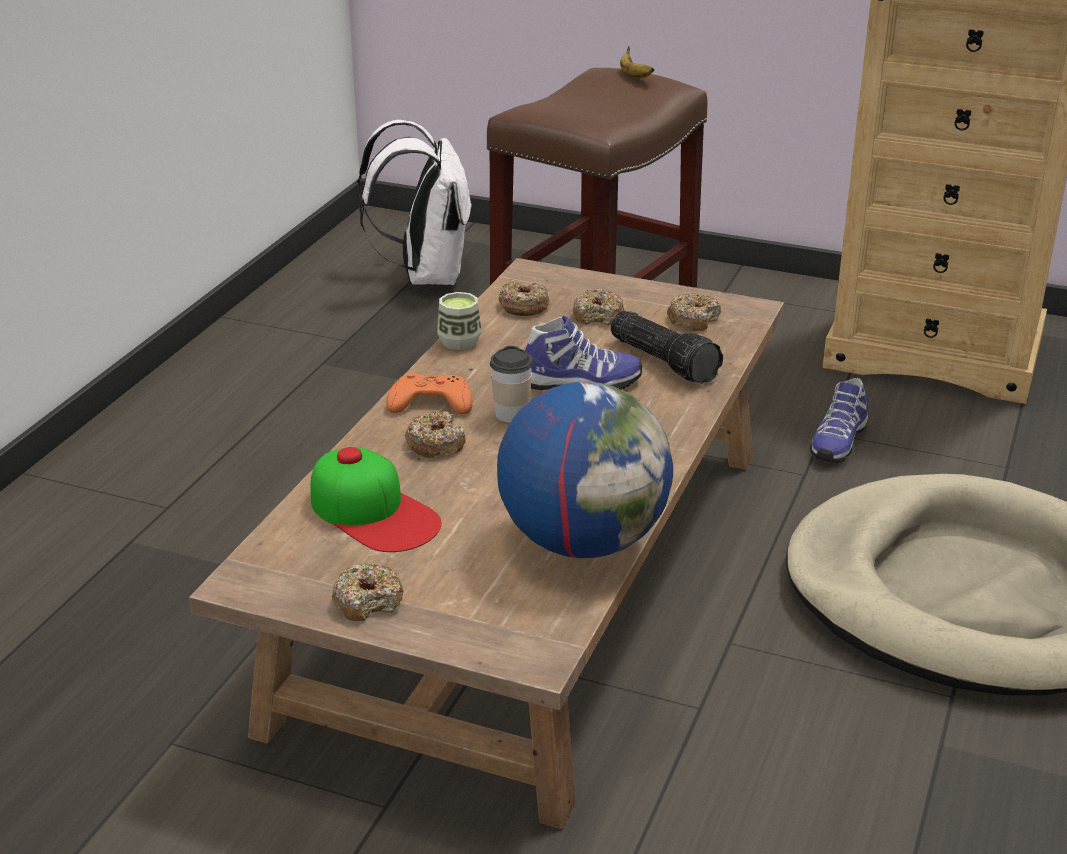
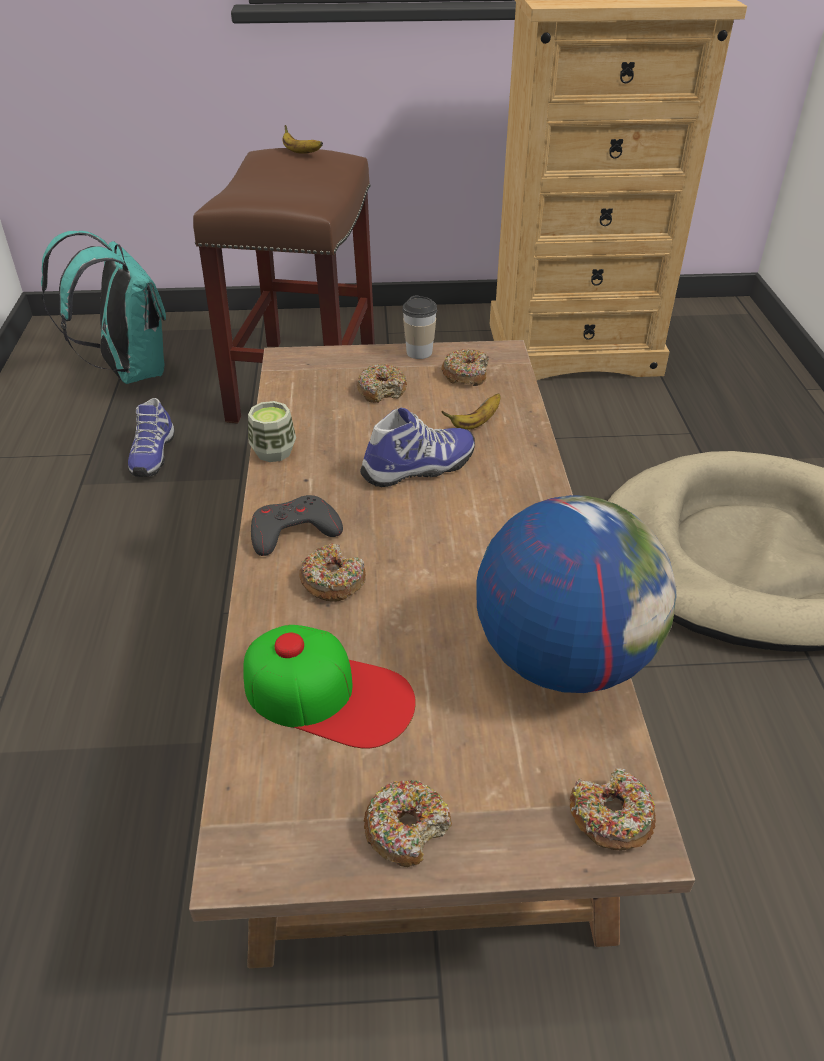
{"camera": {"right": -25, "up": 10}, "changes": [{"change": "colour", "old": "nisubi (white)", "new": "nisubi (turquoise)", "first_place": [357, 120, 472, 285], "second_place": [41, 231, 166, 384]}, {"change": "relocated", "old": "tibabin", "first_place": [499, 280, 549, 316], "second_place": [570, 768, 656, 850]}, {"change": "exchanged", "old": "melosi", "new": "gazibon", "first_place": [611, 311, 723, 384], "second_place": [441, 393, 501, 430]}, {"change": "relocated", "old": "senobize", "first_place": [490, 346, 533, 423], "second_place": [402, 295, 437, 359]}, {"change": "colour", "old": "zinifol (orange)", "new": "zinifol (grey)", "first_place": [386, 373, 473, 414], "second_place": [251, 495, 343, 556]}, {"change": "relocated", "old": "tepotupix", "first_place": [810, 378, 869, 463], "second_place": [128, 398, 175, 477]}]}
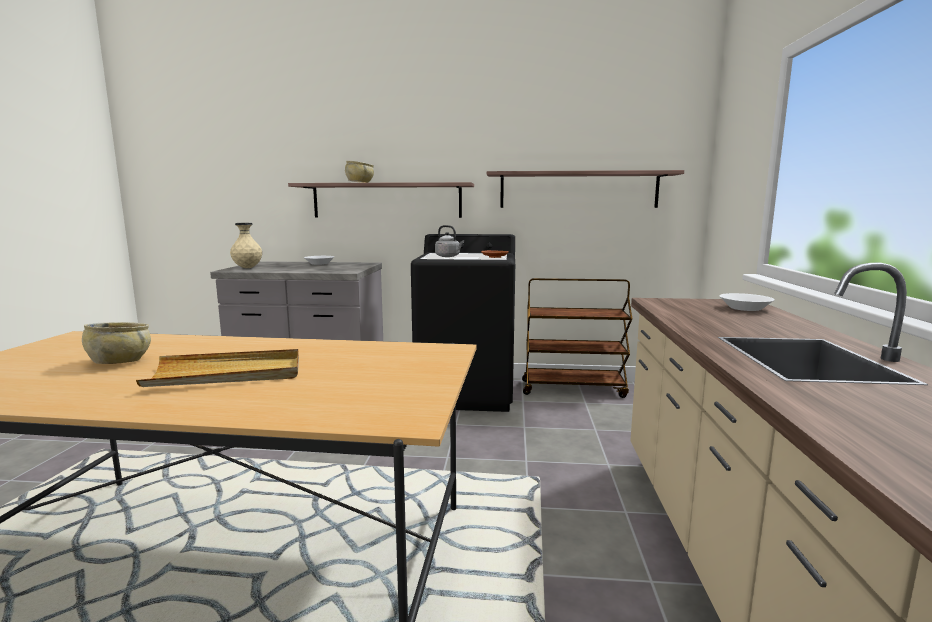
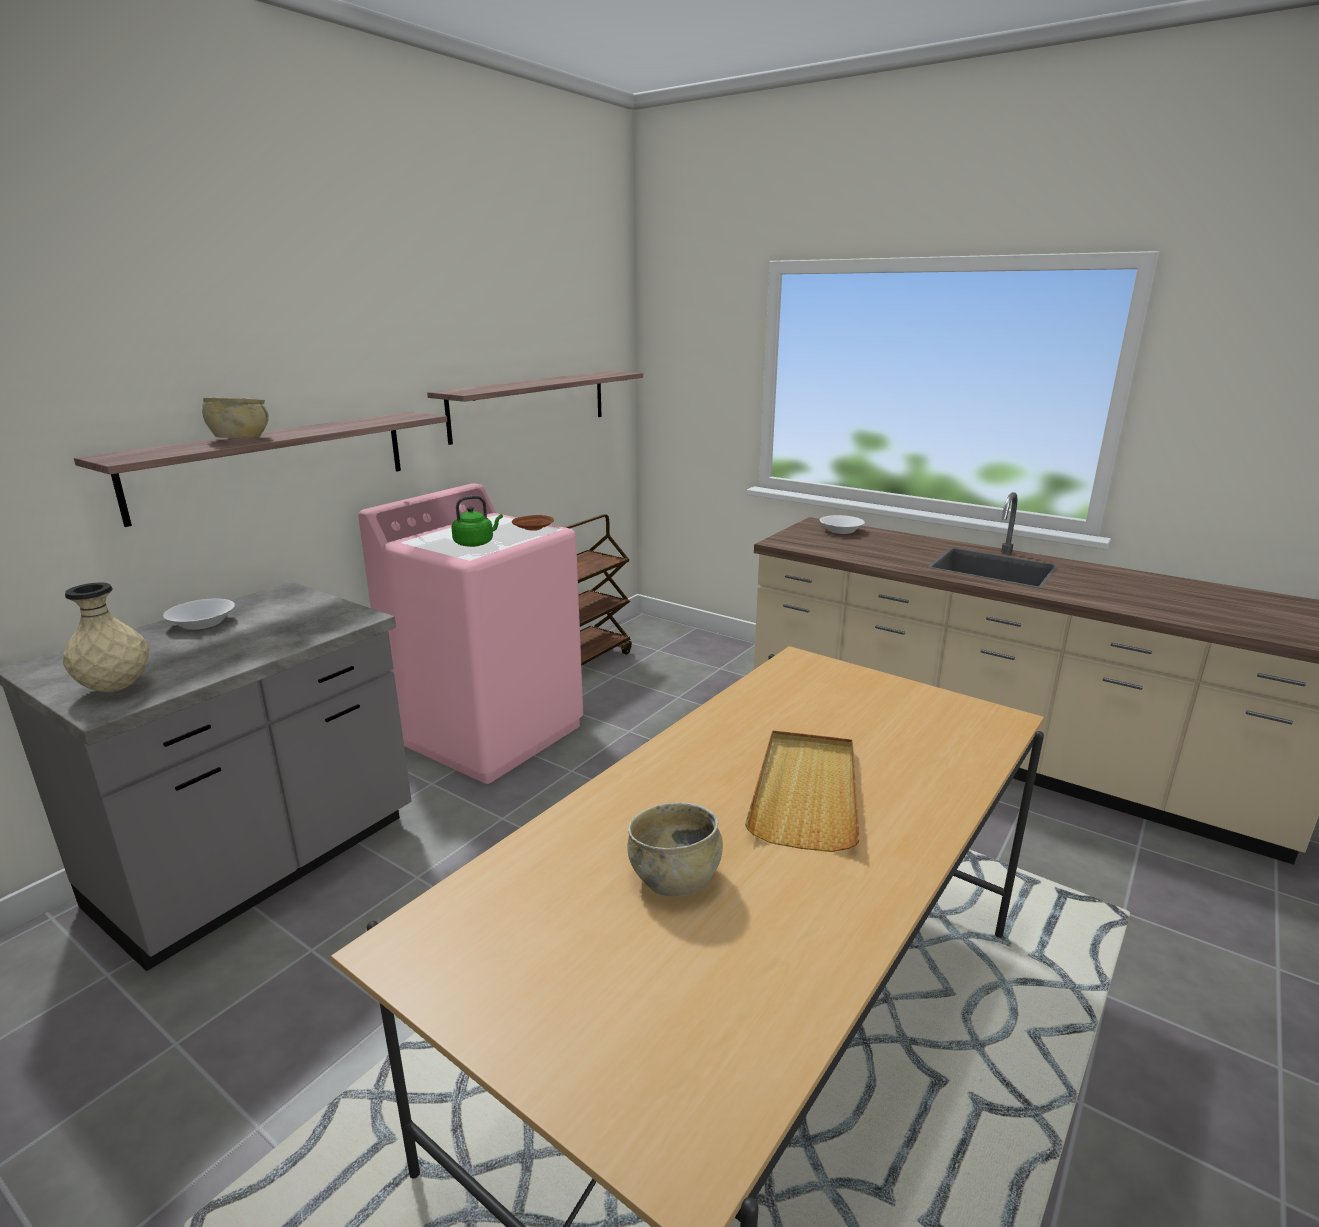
{"camera": {"right": -60, "up": 10}, "changes": [{"change": "colour", "old": "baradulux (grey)", "new": "baradulux (green)", "first_place": [435, 225, 464, 257], "second_place": [451, 496, 503, 547]}, {"change": "colour", "old": "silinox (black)", "new": "silinox (pink)", "first_place": [411, 234, 515, 412], "second_place": [358, 483, 583, 784]}]}
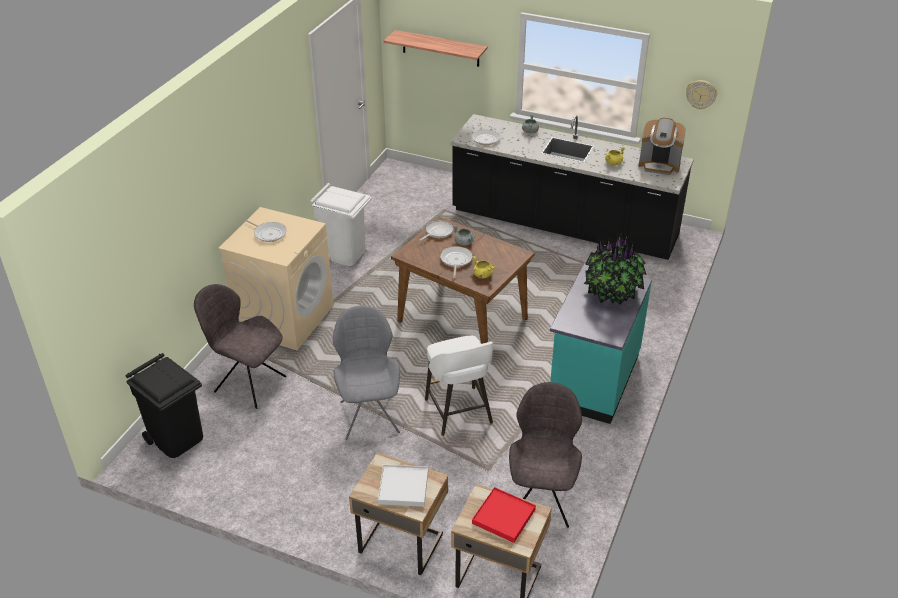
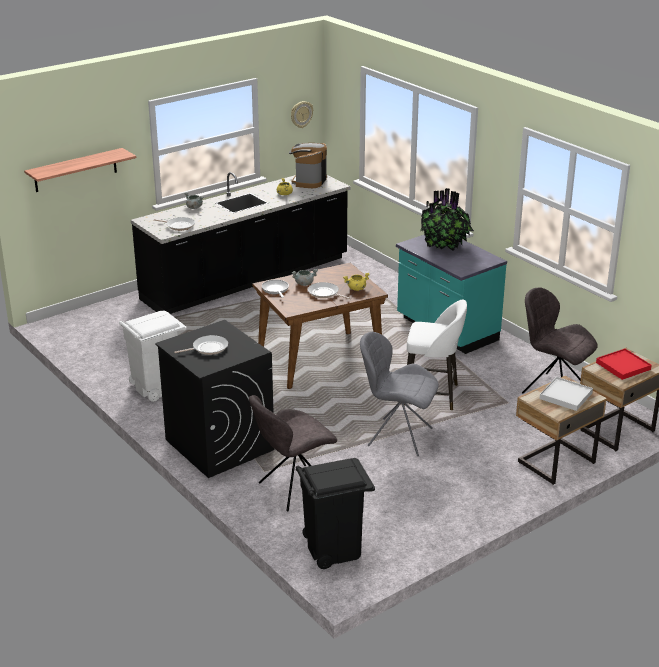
{"camera": {"right": -60, "up": -10}, "changes": [{"change": "spun", "old": "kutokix", "first_place": [638, 118, 685, 175], "second_place": [289, 143, 327, 188], "degrees": 150}, {"change": "colour", "old": "silinox (beige)", "new": "silinox (black)", "first_place": [218, 207, 333, 350], "second_place": [155, 320, 275, 478]}]}
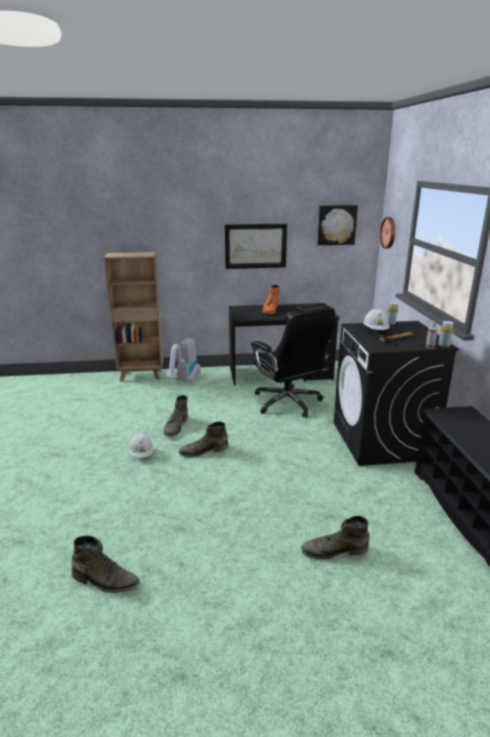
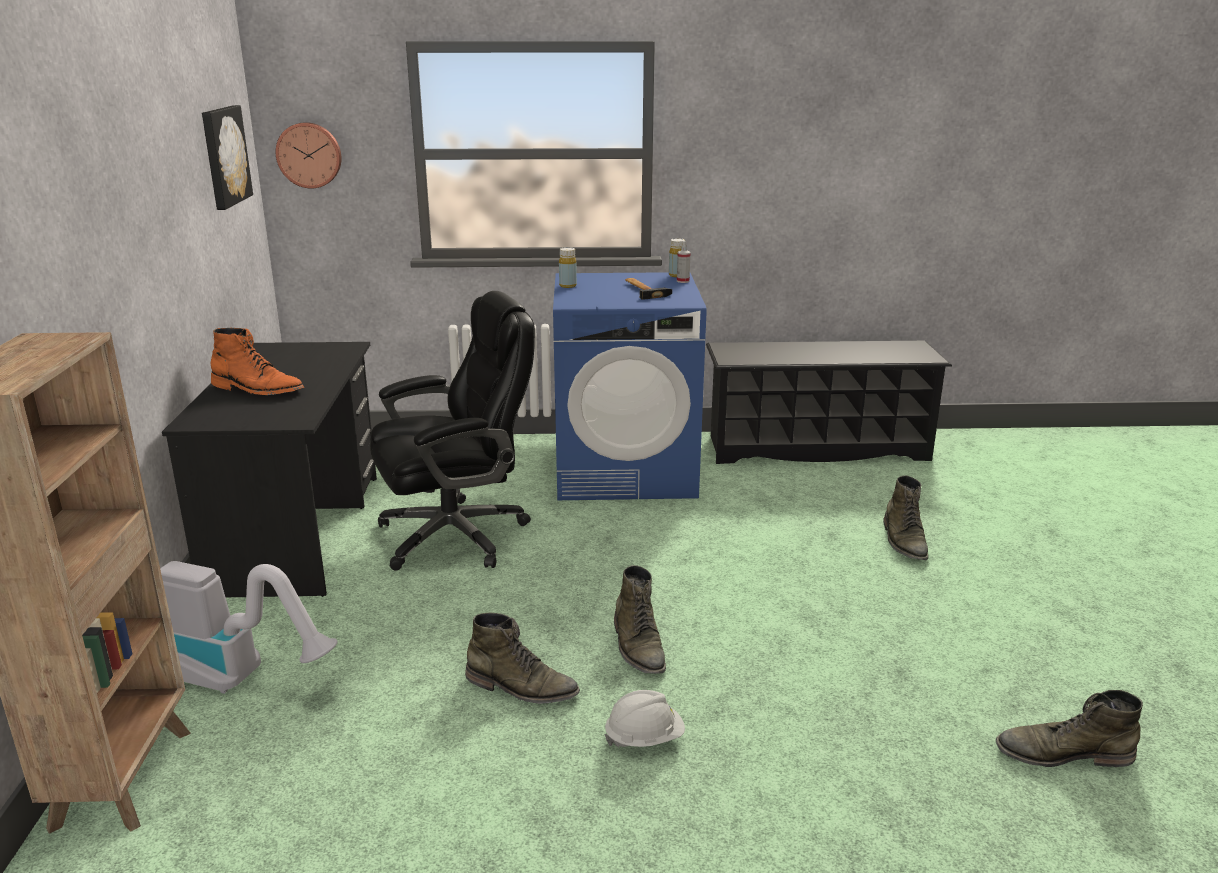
{"camera": {"right": -85, "up": 0}, "changes": [{"change": "missing", "old": "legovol", "first_place": [225, 224, 287, 269]}, {"change": "missing", "old": "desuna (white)", "first_place": [363, 309, 390, 330]}, {"change": "colour", "old": "silinox (black)", "new": "silinox (blue)", "first_place": [334, 321, 459, 466], "second_place": [553, 272, 707, 500]}, {"change": "spun", "old": "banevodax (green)", "first_place": [71, 536, 140, 593], "second_place": [996, 690, 1143, 767], "degrees": -105}]}
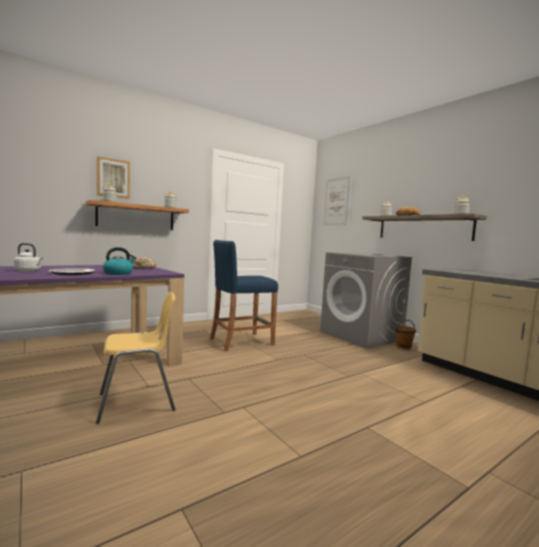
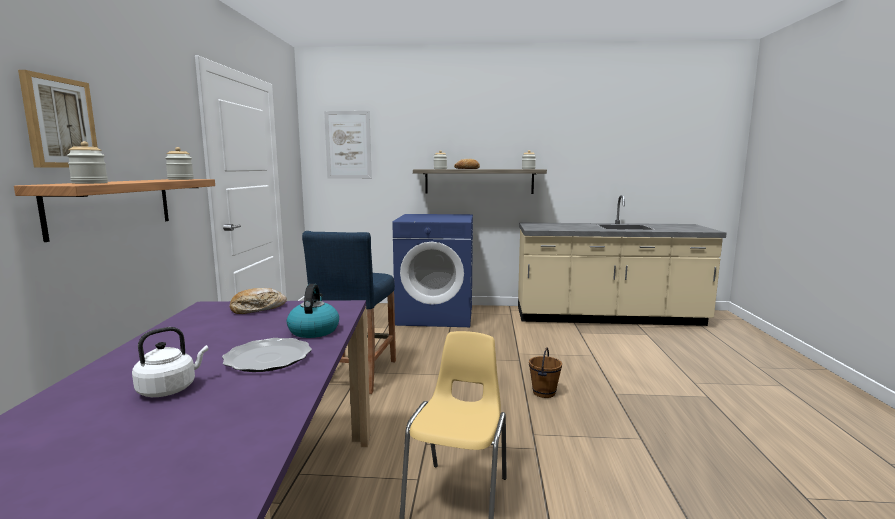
{"camera": {"right": -50, "up": 5}, "changes": [{"change": "colour", "old": "silinox (grey)", "new": "silinox (blue)", "first_place": [320, 252, 413, 349], "second_place": [392, 214, 473, 327]}, {"change": "relocated", "old": "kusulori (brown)", "first_place": [395, 320, 416, 349], "second_place": [529, 347, 562, 398]}]}
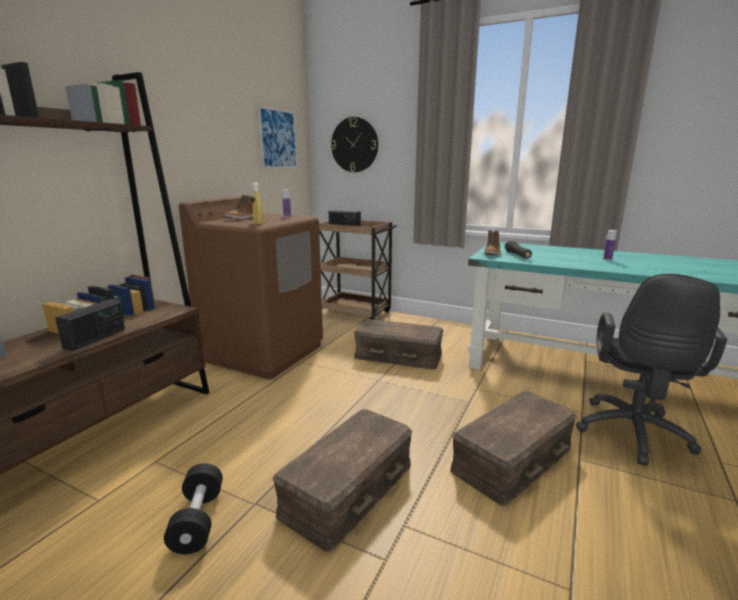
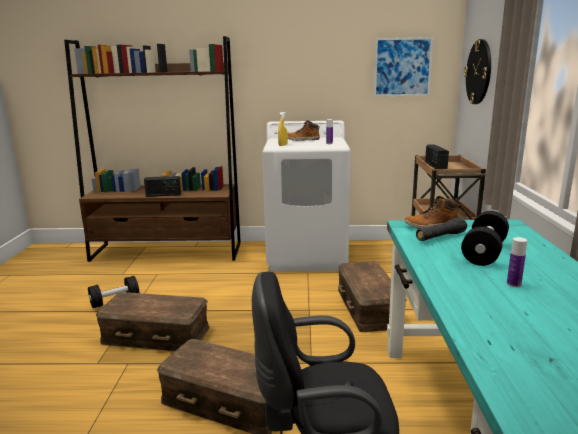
{"camera": {"right": 65, "up": 0}, "changes": [{"change": "colour", "old": "silinox (brown)", "new": "silinox (white)", "first_place": [179, 196, 323, 379], "second_place": [262, 120, 351, 272]}, {"change": "appeared", "new": "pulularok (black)", "second_place": [461, 211, 509, 266]}]}
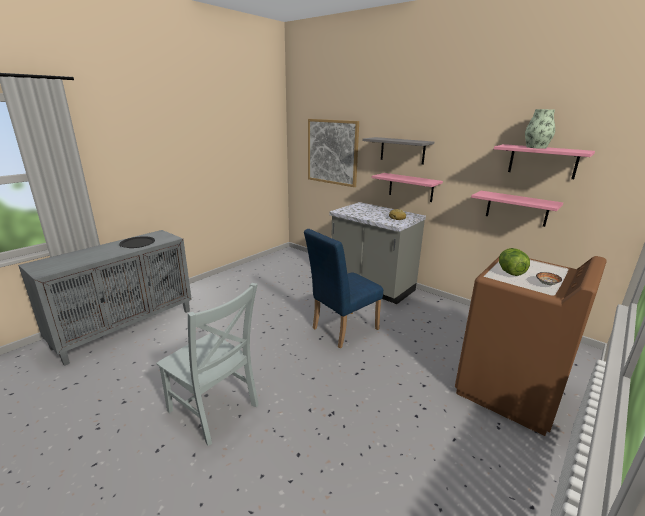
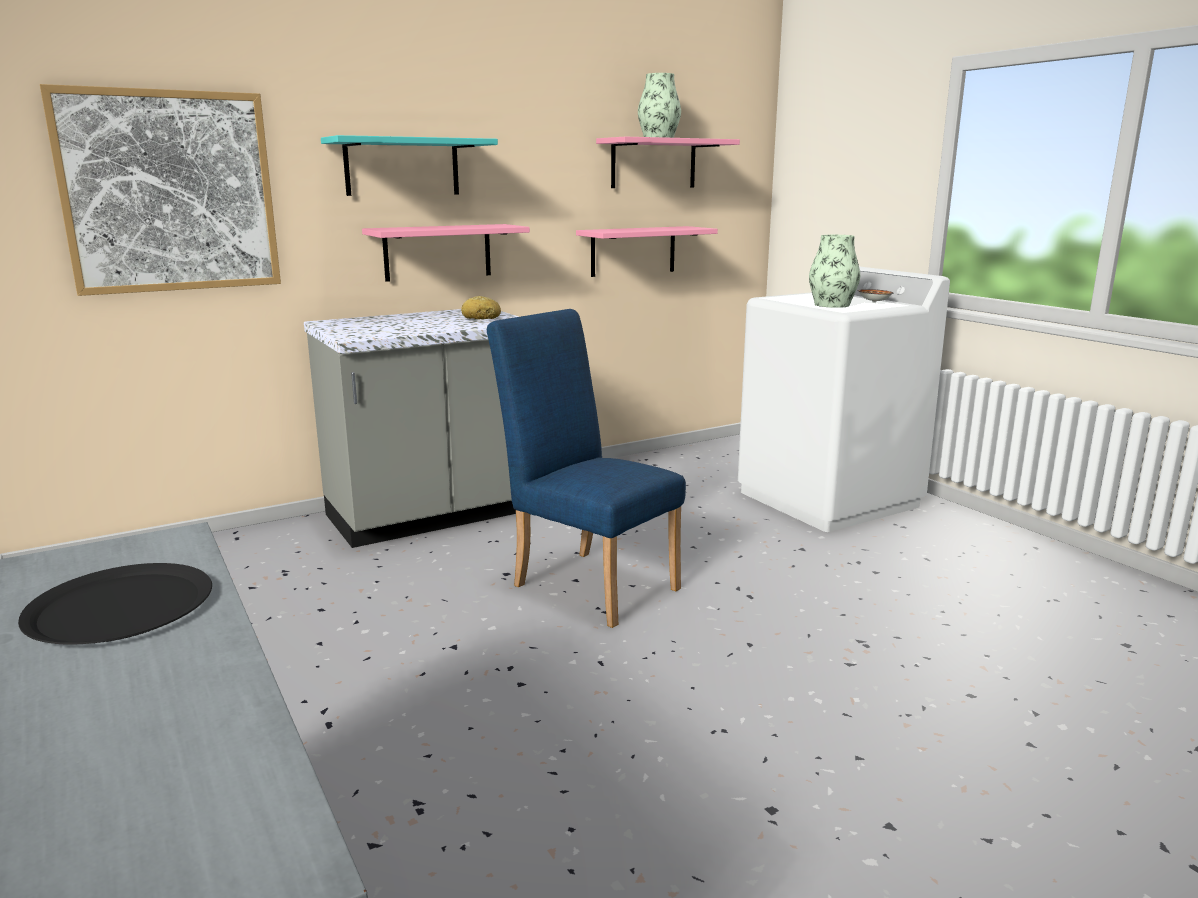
{"camera": {"right": -70, "up": -5}, "changes": [{"change": "colour", "old": "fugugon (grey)", "new": "fugugon (turquoise)", "first_place": [362, 137, 434, 165], "second_place": [321, 135, 498, 196]}, {"change": "spun", "old": "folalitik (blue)", "first_place": [304, 229, 383, 348], "second_place": [487, 309, 686, 628], "degrees": 150}, {"change": "exchanged", "old": "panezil", "new": "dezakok", "first_place": [499, 248, 530, 276], "second_place": [809, 235, 860, 308]}, {"change": "colour", "old": "silinox (brown)", "new": "silinox (white)", "first_place": [455, 256, 607, 436], "second_place": [738, 266, 950, 532]}, {"change": "missing", "old": "folalitik (grey)", "first_place": [156, 283, 259, 446]}]}
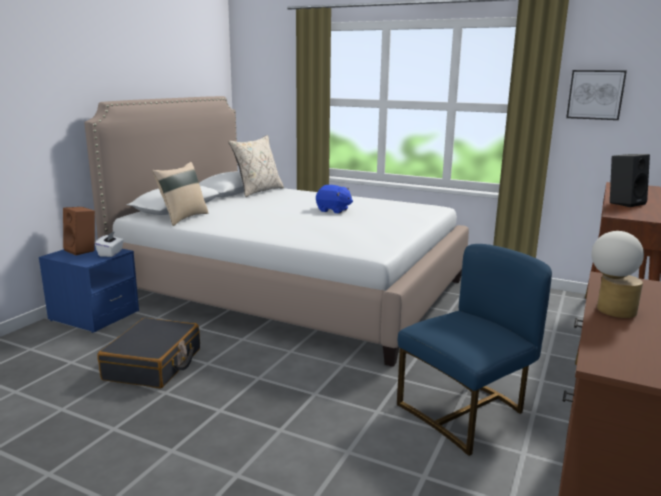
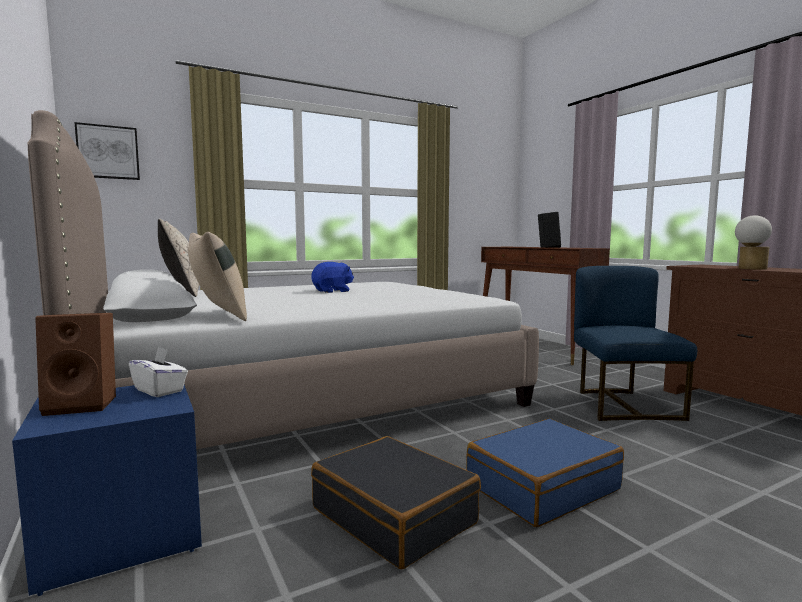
{"camera": {"right": -55, "up": -10}, "changes": [{"change": "relocated", "old": "legovol", "first_place": [566, 70, 627, 120], "second_place": [74, 122, 140, 180]}, {"change": "appeared", "new": "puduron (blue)", "second_place": [466, 419, 624, 527]}]}
